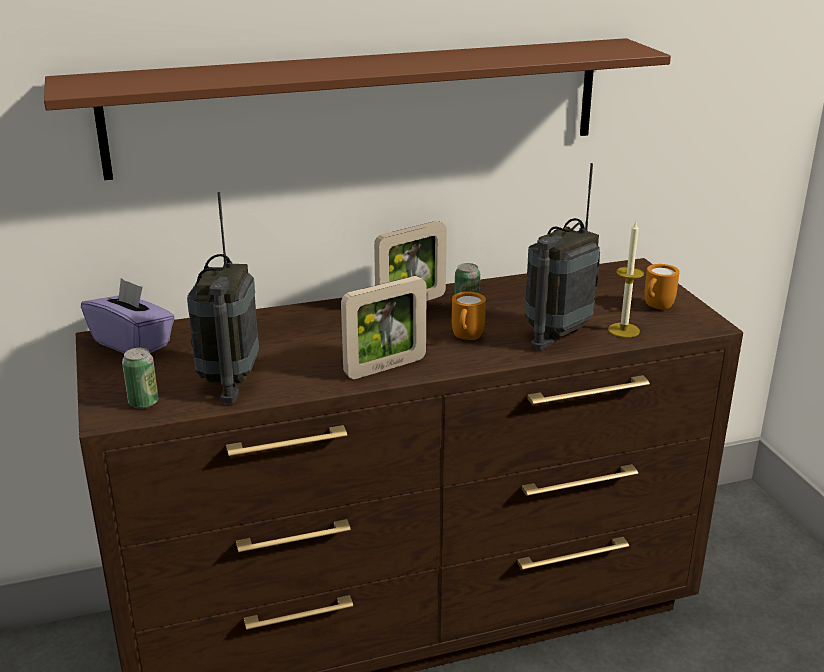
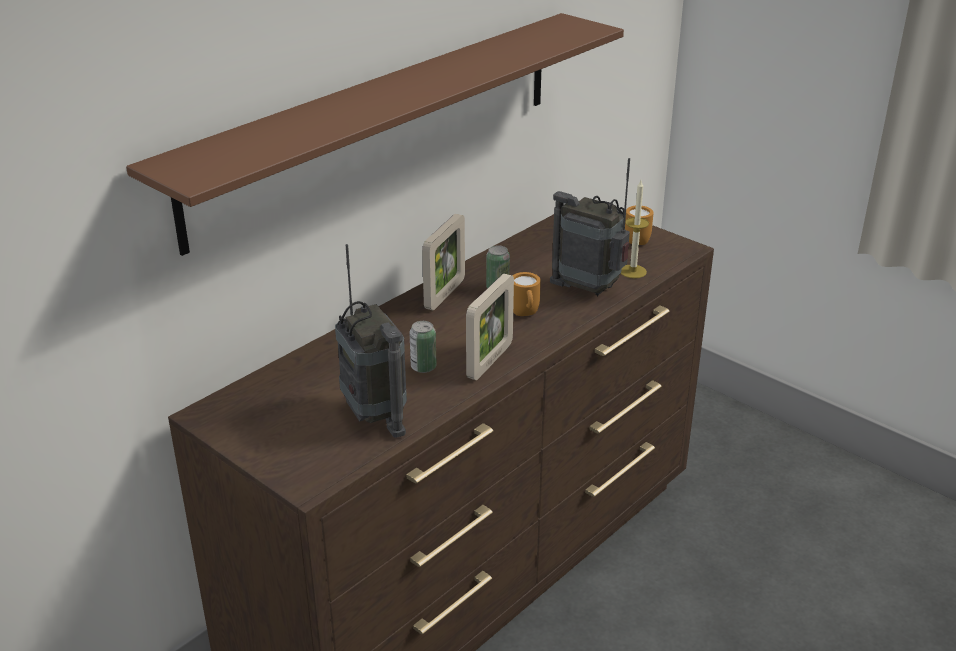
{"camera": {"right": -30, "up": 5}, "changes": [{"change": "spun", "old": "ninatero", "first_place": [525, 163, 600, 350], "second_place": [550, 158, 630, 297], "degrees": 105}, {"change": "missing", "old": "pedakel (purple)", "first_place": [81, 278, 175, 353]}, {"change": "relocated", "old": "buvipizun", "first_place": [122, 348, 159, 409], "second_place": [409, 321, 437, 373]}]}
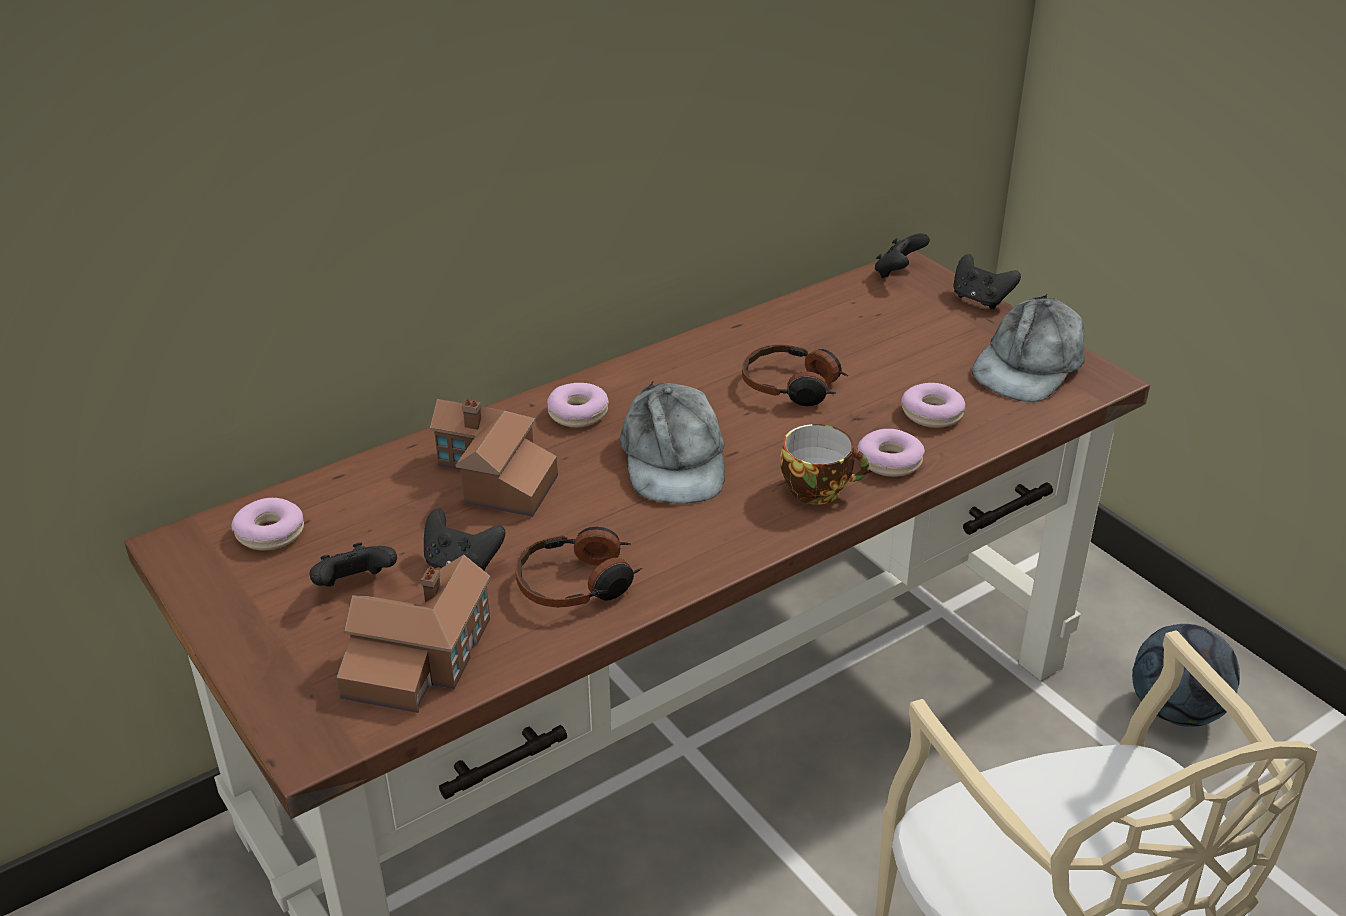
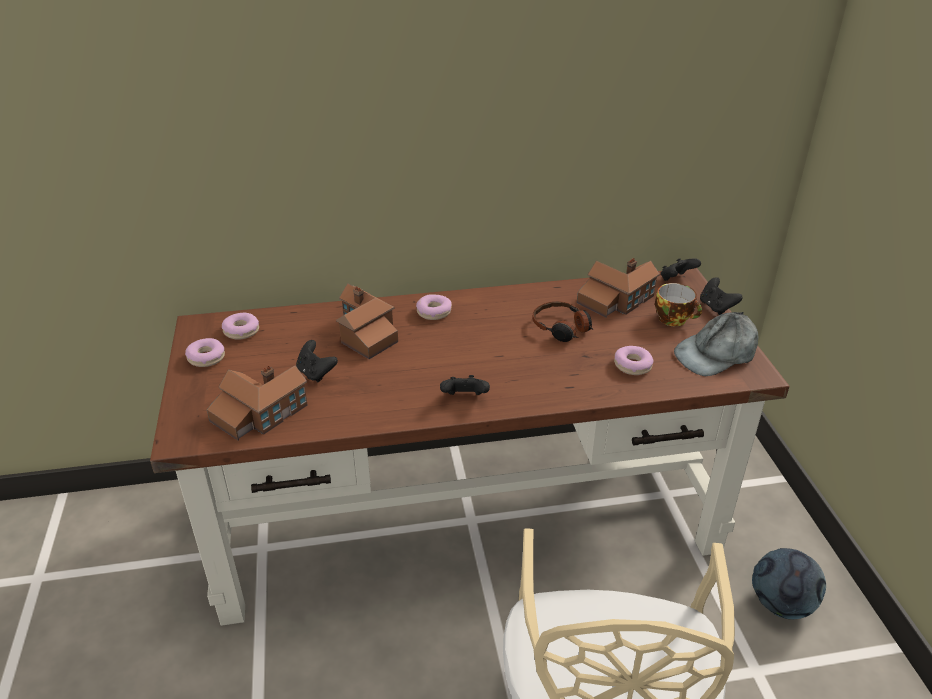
{"camera": {"right": 25, "up": 0}, "changes": [{"change": "missing", "old": "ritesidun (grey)", "first_place": [620, 381, 725, 504]}, {"change": "relocated", "old": "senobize", "first_place": [781, 424, 869, 505], "second_place": [655, 283, 702, 326]}, {"change": "relocated", "old": "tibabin", "first_place": [858, 429, 925, 477], "second_place": [185, 338, 225, 367]}, {"change": "missing", "old": "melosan", "first_place": [515, 527, 642, 608]}, {"change": "relocated", "old": "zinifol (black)", "first_place": [309, 542, 397, 586], "second_place": [440, 375, 490, 395]}, {"change": "appeared", "new": "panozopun", "second_place": [577, 258, 660, 318]}]}
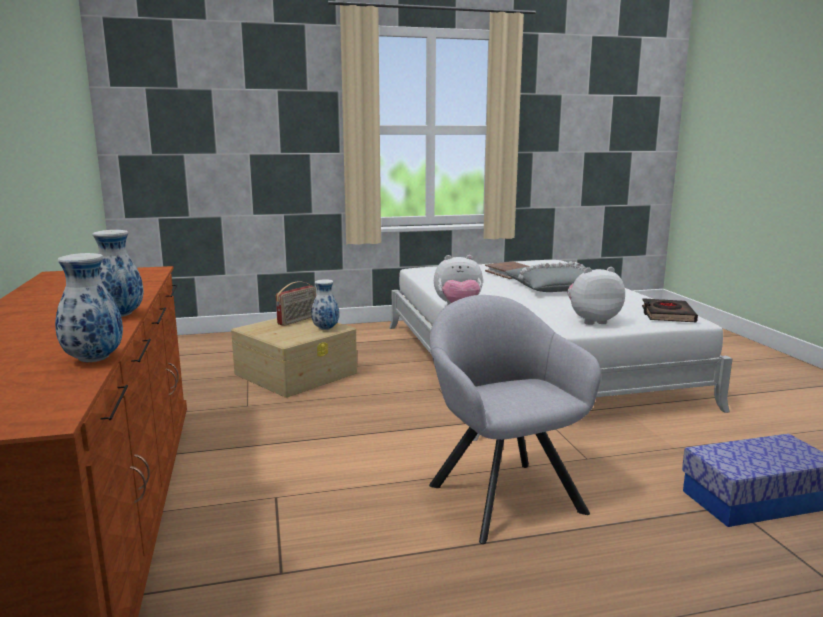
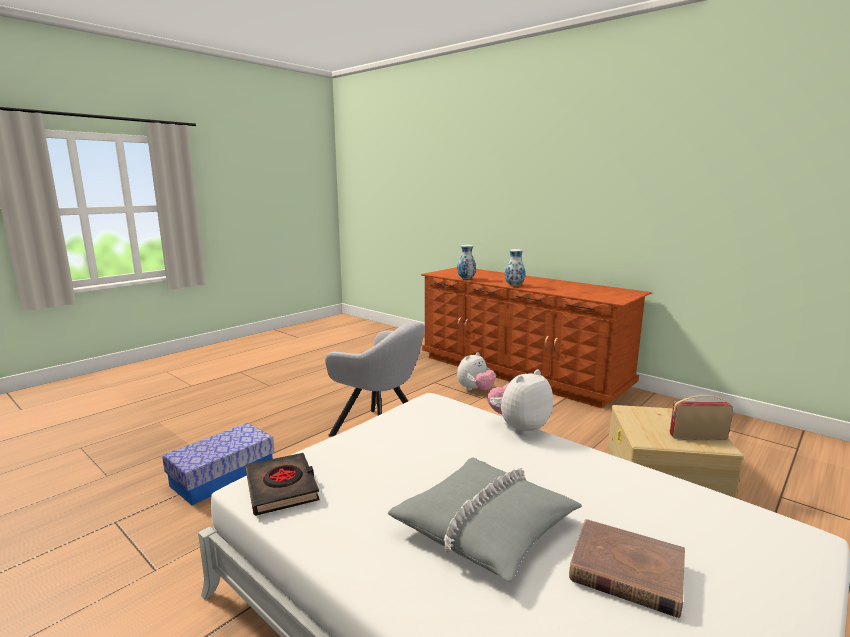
{"camera": {"right": 145, "up": 0}, "changes": [{"change": "relocated", "old": "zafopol", "first_place": [567, 267, 625, 325], "second_place": [457, 352, 496, 391]}, {"change": "missing", "old": "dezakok", "first_place": [311, 279, 339, 330]}, {"change": "spun", "old": "ninatero", "first_place": [276, 281, 316, 326], "second_place": [670, 395, 733, 440], "degrees": 90}]}
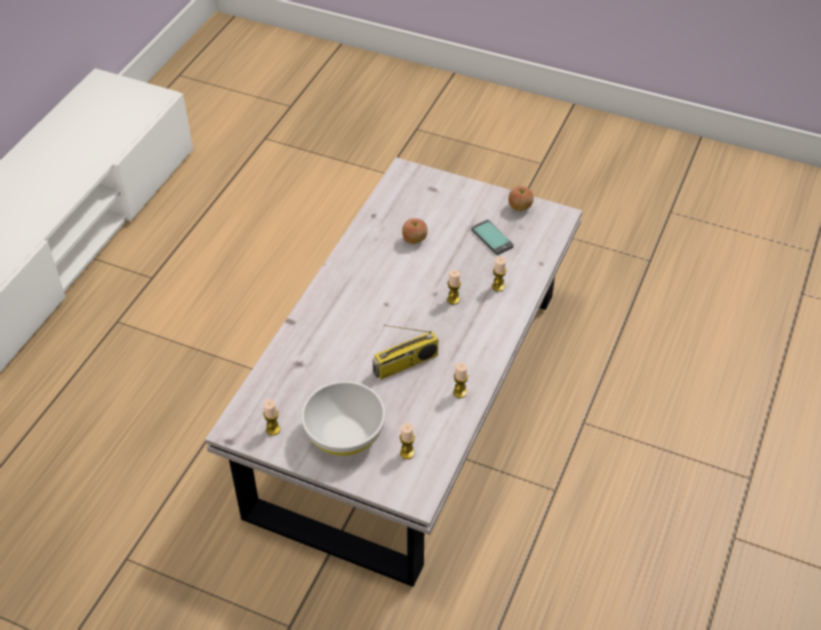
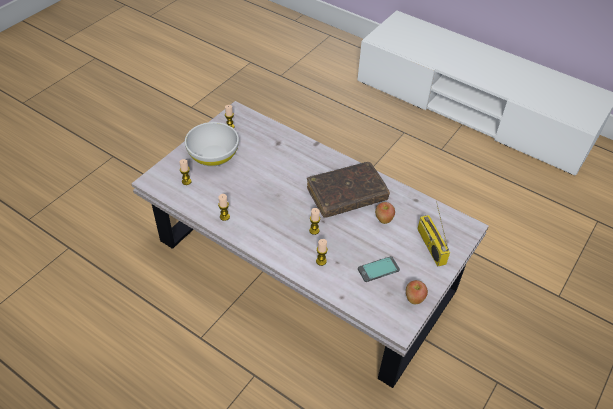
{"camera": {"right": 100, "up": 0}, "changes": [{"change": "relocated", "old": "ninatero", "first_place": [372, 325, 438, 380], "second_place": [417, 201, 450, 267]}, {"change": "appeared", "new": "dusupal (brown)", "second_place": [307, 162, 390, 218]}]}
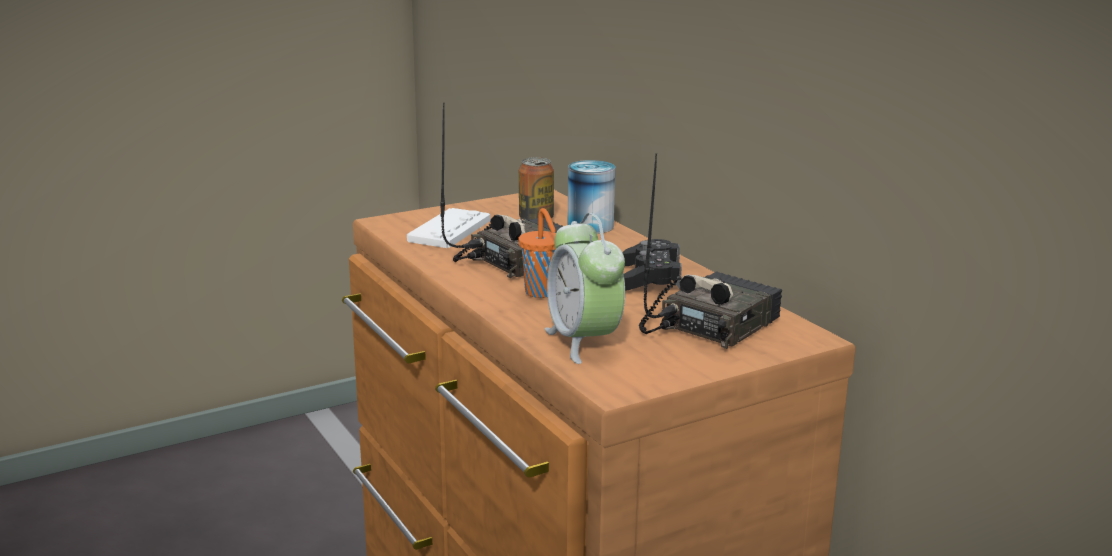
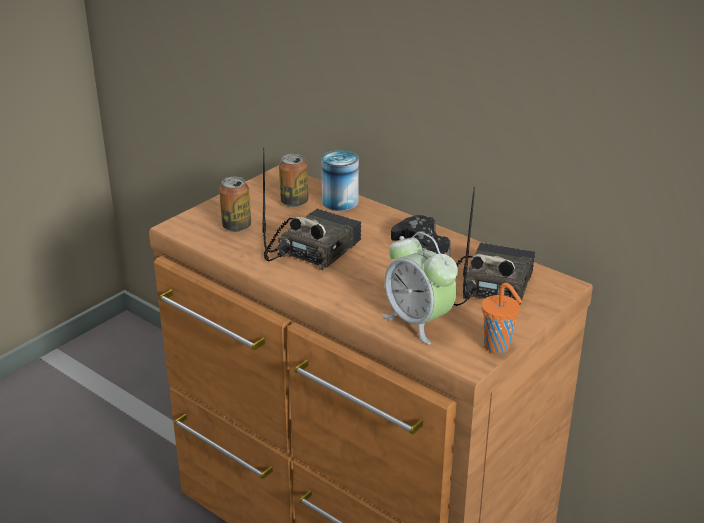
{"camera": {"right": -20, "up": 10}, "changes": [{"change": "exchanged", "old": "zinifol (white)", "new": "buvipizun", "first_place": [407, 208, 491, 248], "second_place": [219, 176, 251, 232]}, {"change": "relocated", "old": "senobize (orange)", "first_place": [518, 208, 556, 298], "second_place": [481, 283, 522, 353]}]}
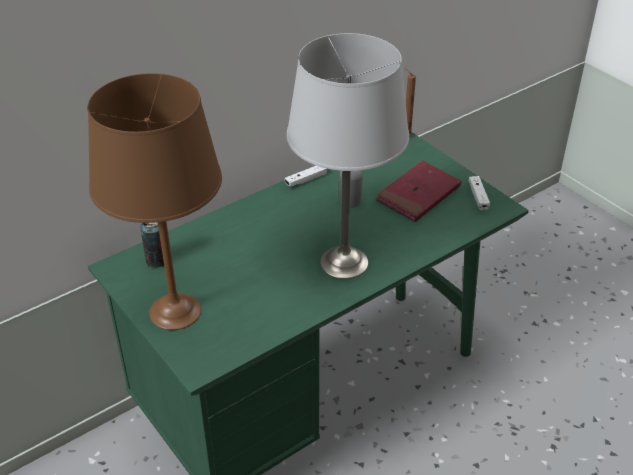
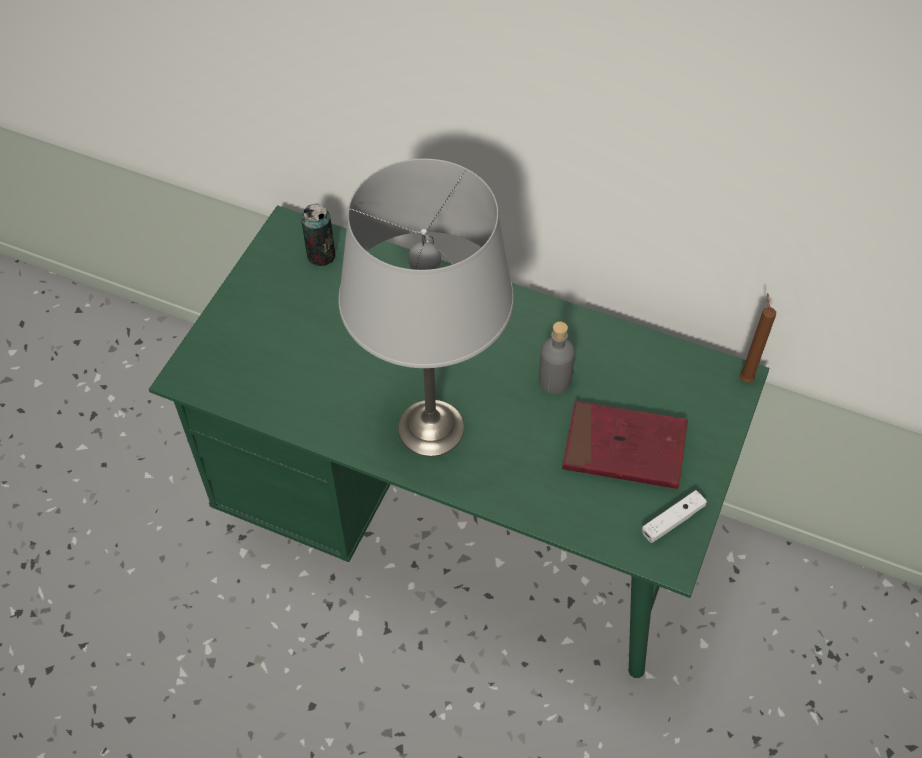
{"camera": {"right": 60, "up": 15}, "changes": [{"change": "missing", "old": "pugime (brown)", "first_place": [87, 73, 222, 330]}, {"change": "missing", "old": "zinifol (white)", "first_place": [285, 166, 327, 187]}]}
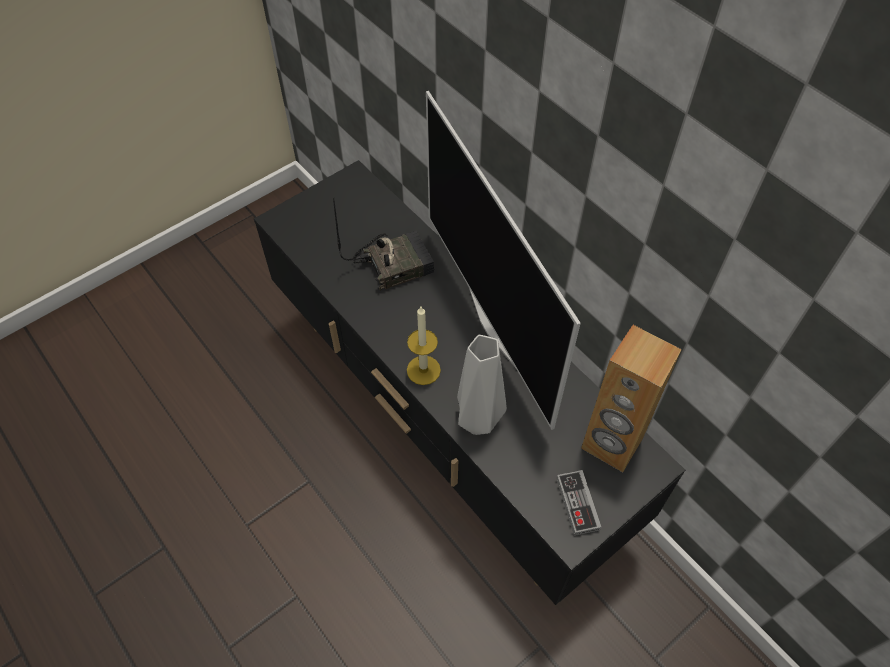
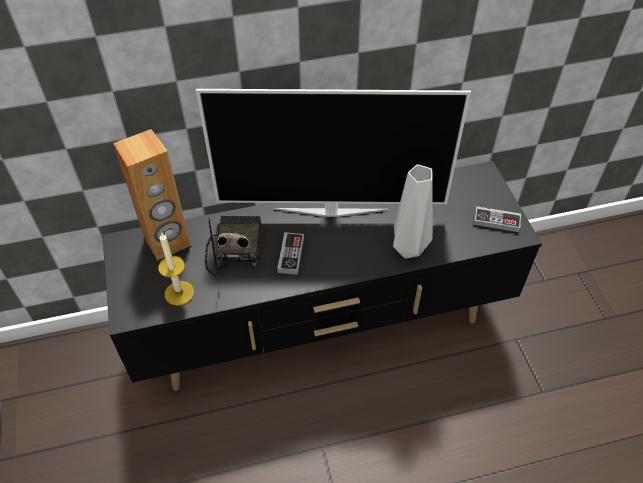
{"camera": {"right": -65, "up": -5}, "changes": [{"change": "relocated", "old": "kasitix", "first_place": [407, 307, 441, 385], "second_place": [158, 232, 194, 306]}, {"change": "relocated", "old": "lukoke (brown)", "first_place": [581, 325, 682, 472], "second_place": [113, 129, 191, 261]}, {"change": "appeared", "new": "zinifol", "second_place": [277, 232, 304, 275]}]}
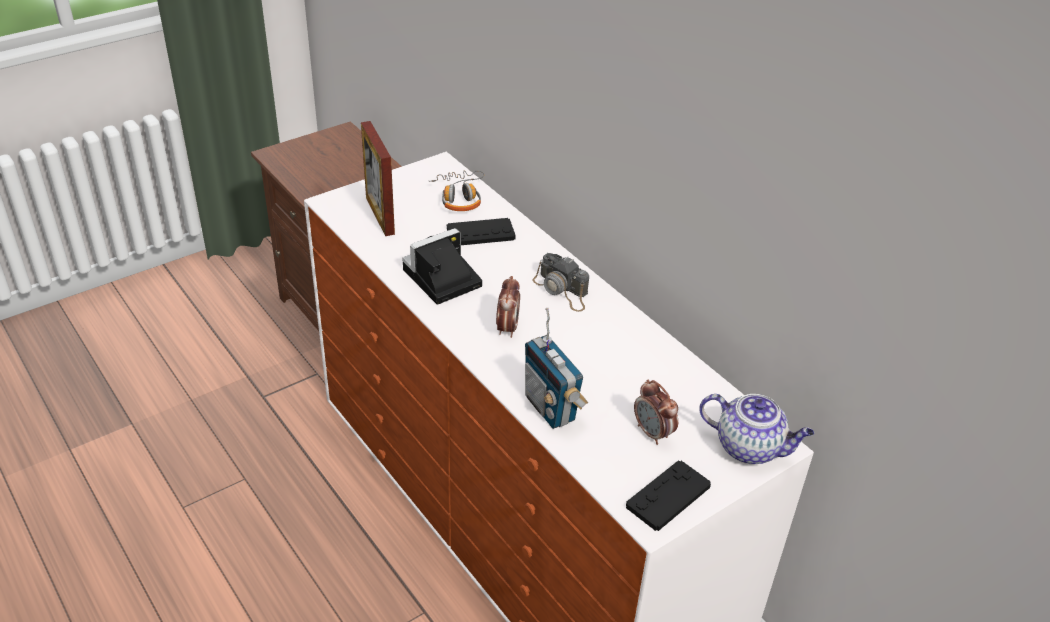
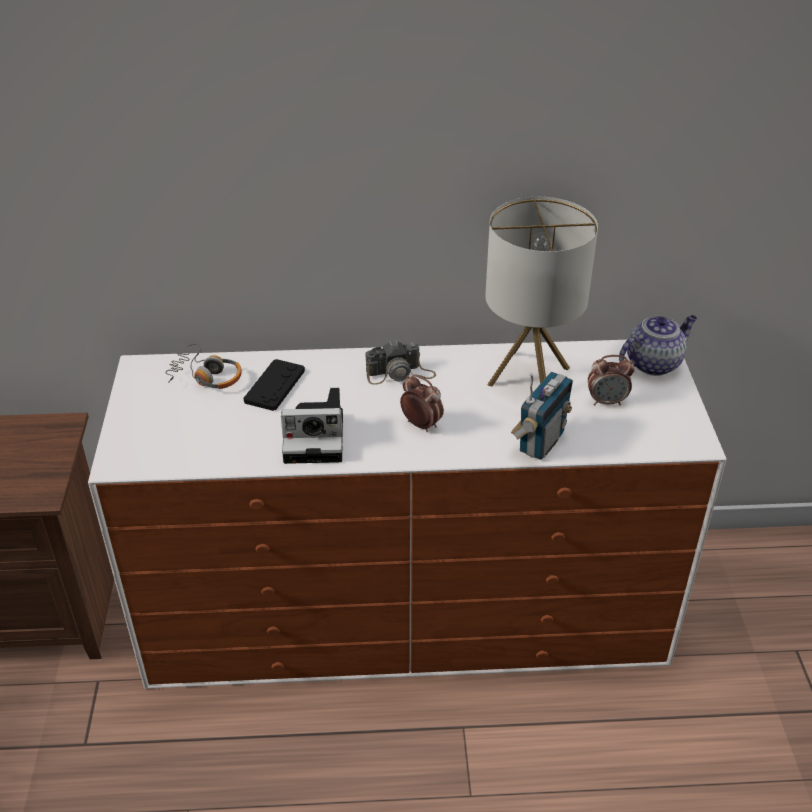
{"camera": {"right": -55, "up": 0}, "changes": [{"change": "missing", "old": "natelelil", "first_place": [361, 121, 395, 236]}, {"change": "spun", "old": "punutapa", "first_place": [402, 228, 482, 305], "second_place": [281, 388, 343, 464], "degrees": -90}, {"change": "spun", "old": "ninatero", "first_place": [525, 308, 588, 429], "second_place": [511, 372, 573, 460], "degrees": -60}, {"change": "missing", "old": "zinifol (black)", "first_place": [626, 460, 711, 531]}, {"change": "appeared", "new": "pugime", "second_place": [485, 197, 598, 386]}]}
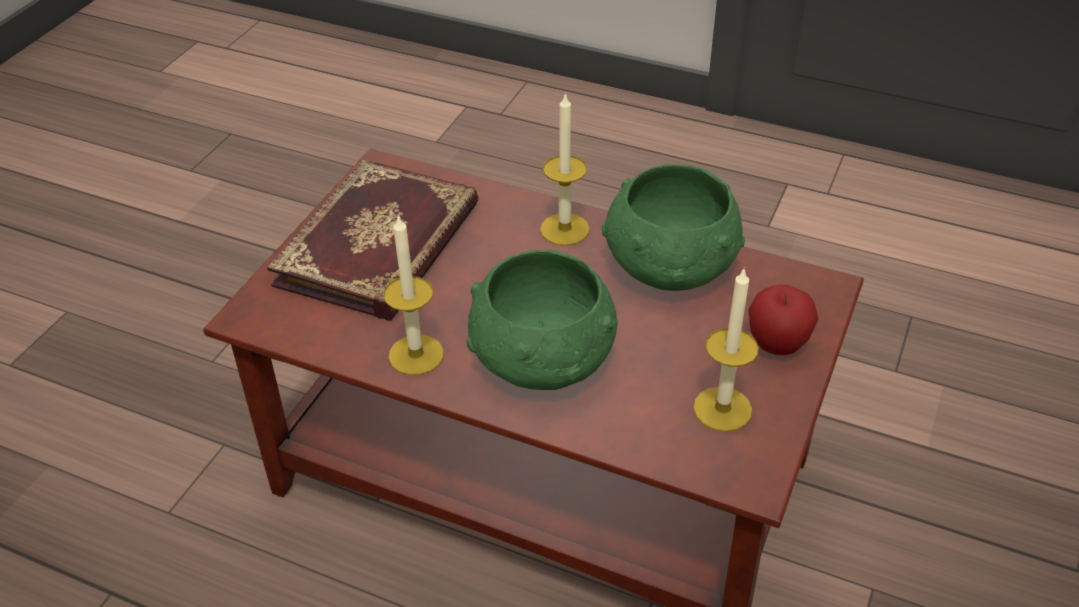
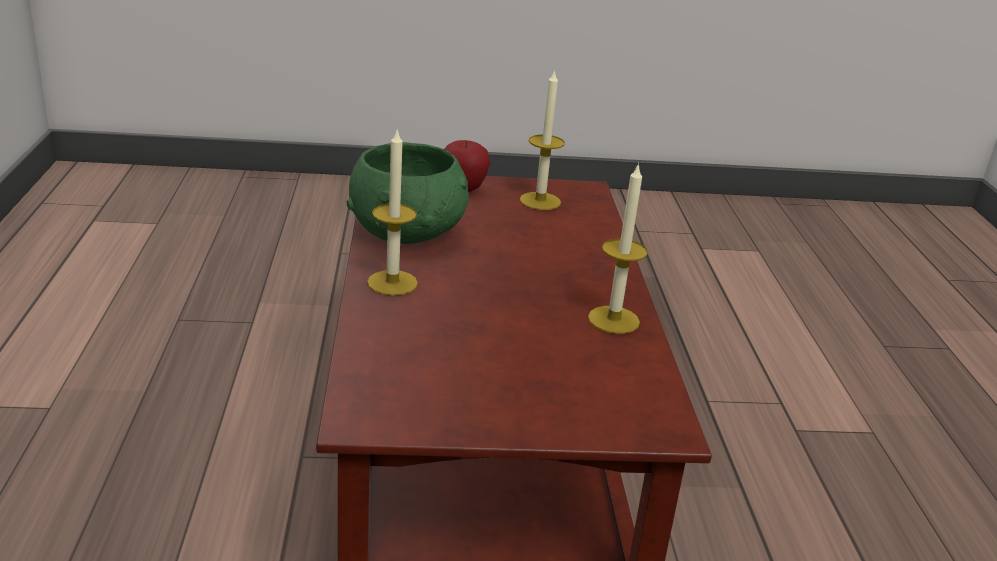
{"camera": {"right": -120, "up": -15}, "changes": [{"change": "missing", "old": "dusupal", "first_place": [267, 159, 479, 321]}, {"change": "missing", "old": "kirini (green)", "first_place": [466, 250, 617, 390]}]}
